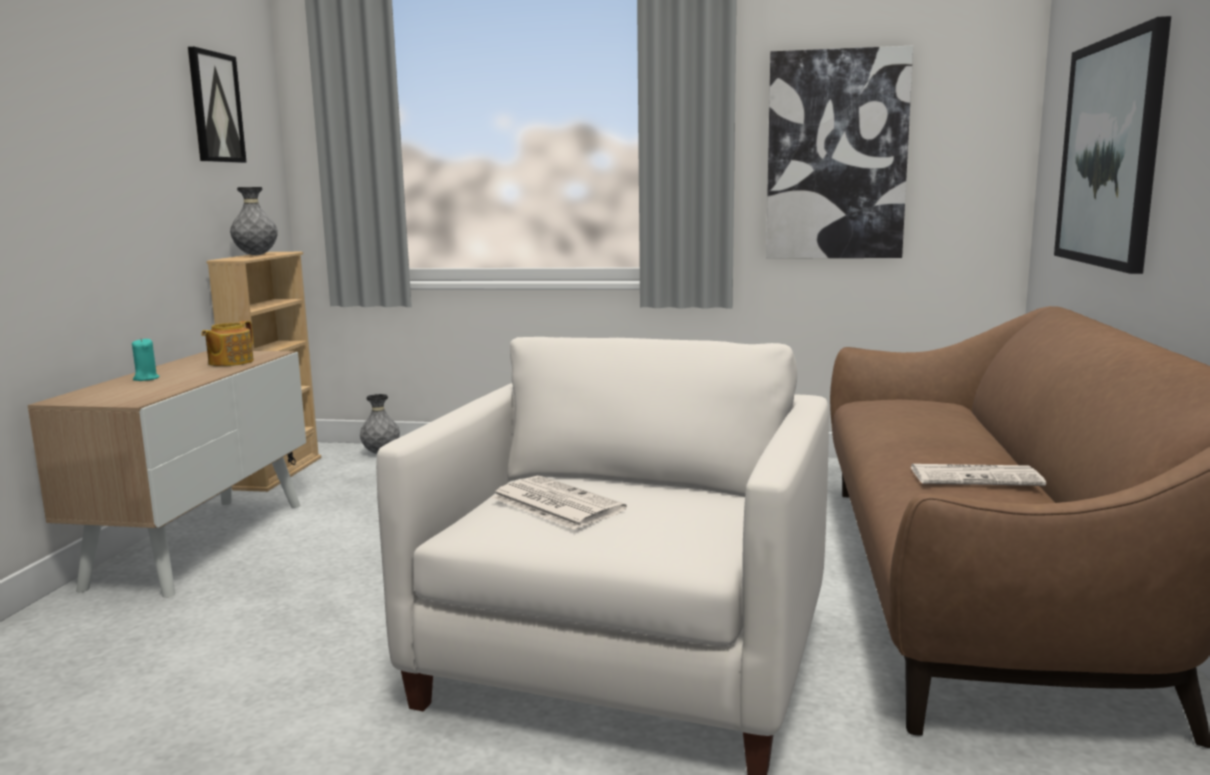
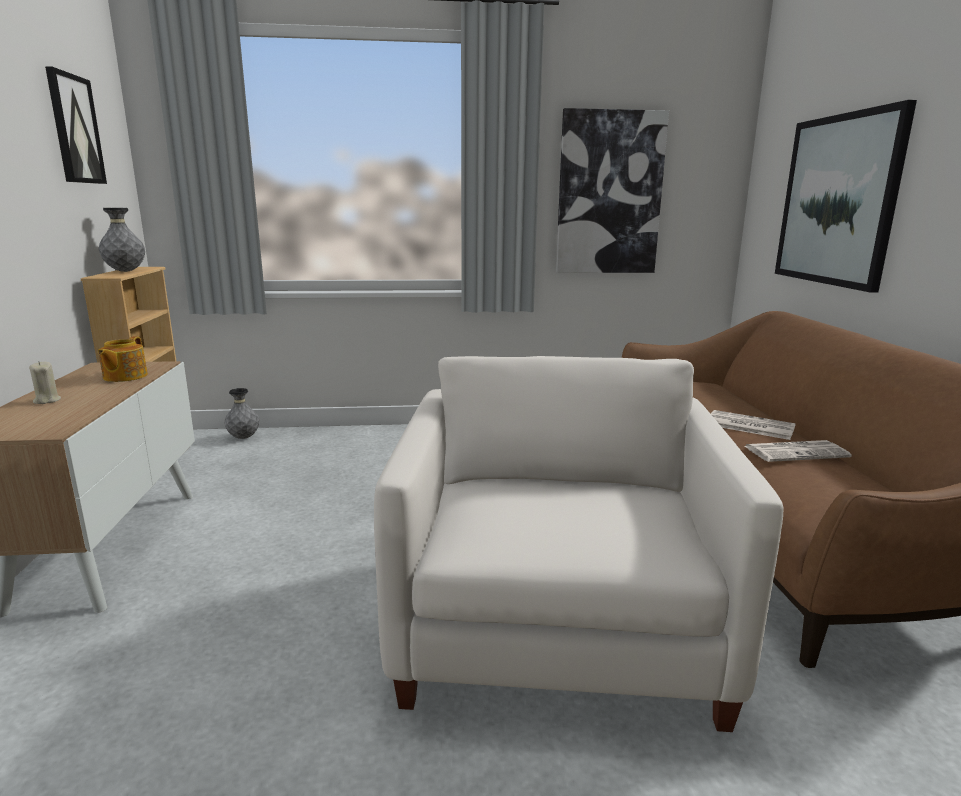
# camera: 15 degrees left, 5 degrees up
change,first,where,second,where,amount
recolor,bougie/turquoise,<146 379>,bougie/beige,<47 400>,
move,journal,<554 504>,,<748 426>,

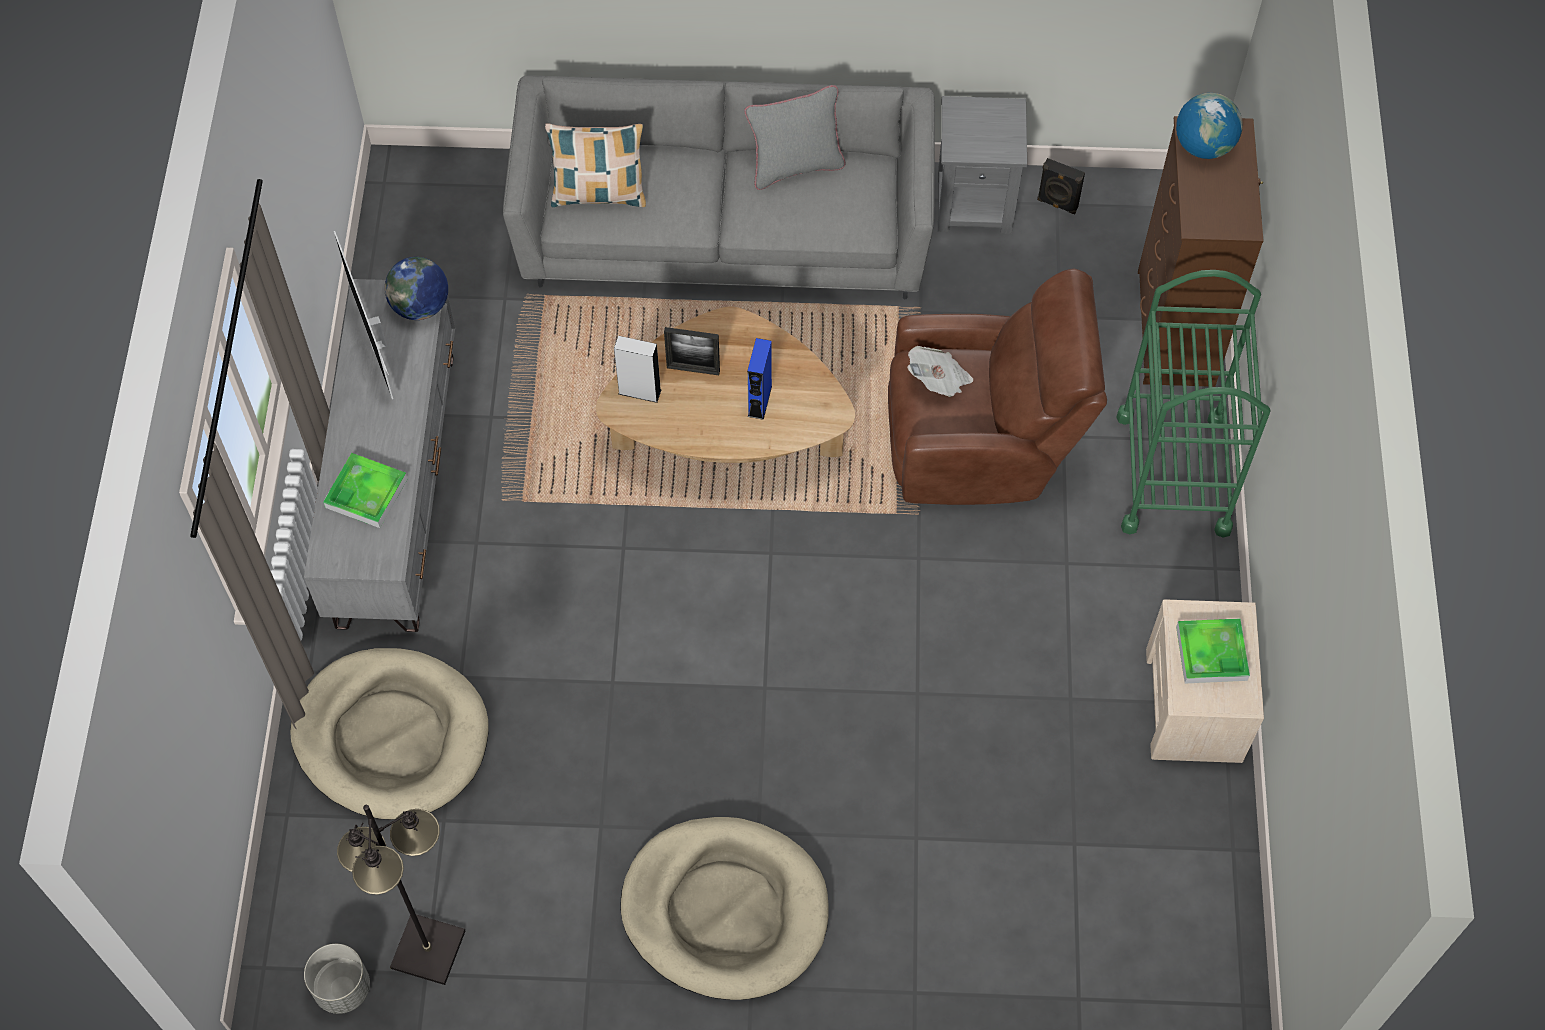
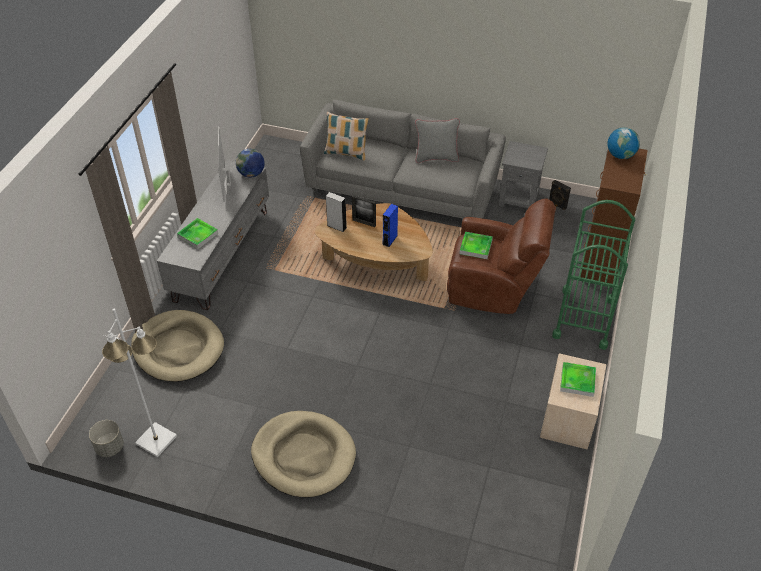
# camera: 15 degrees right, 15 degrees down
change,first,where,second,where,amount
recolor,lampadaire/noir,<427 950>,lampadaire/blanc,<155 440>,
replace,journal,<939 381>,plateau,<476 247>,

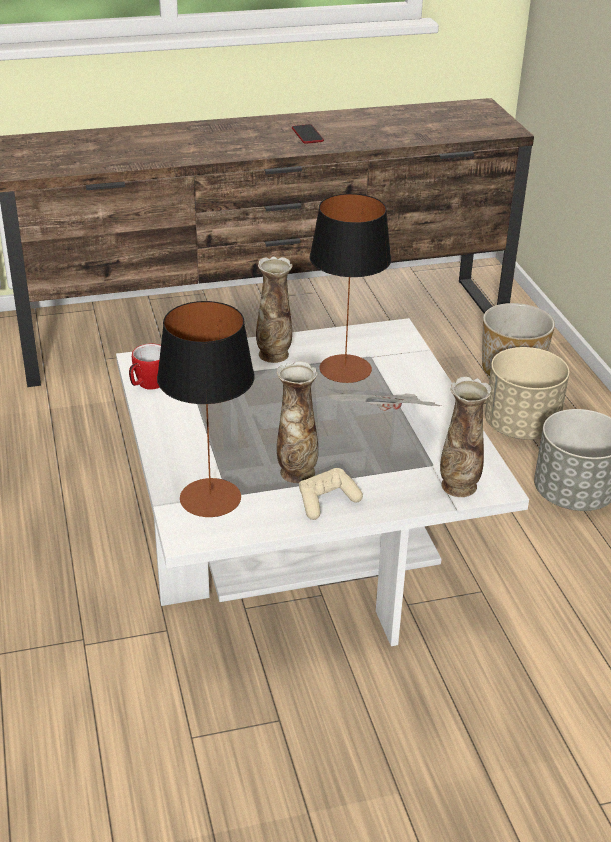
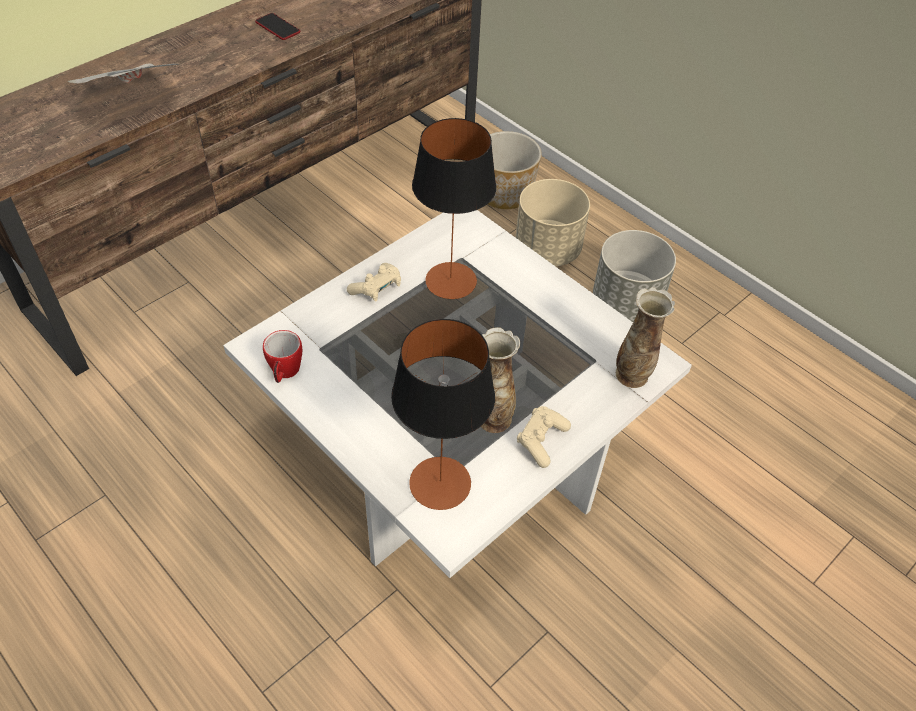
# camera: 30 degrees left, 15 degrees up
change,first,where,second,where,amount
replace,vase,<274 355>,manette/beige,<377 289>,
move,journal,<384 425>,,<133 97>,

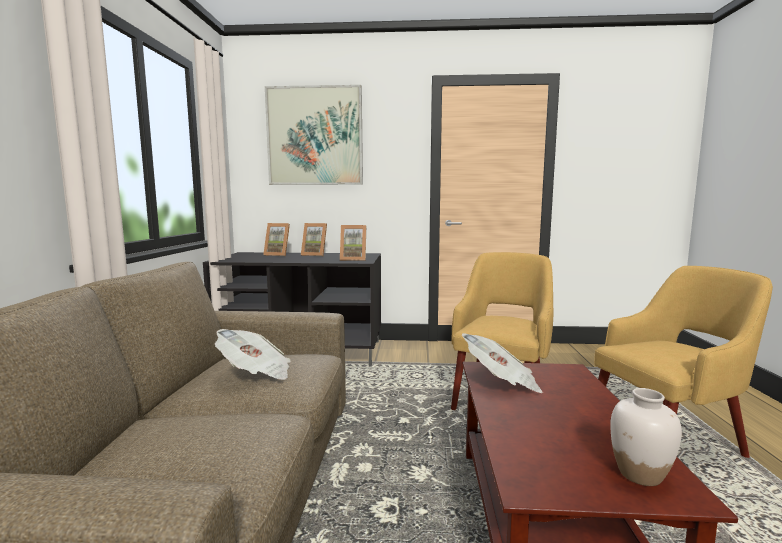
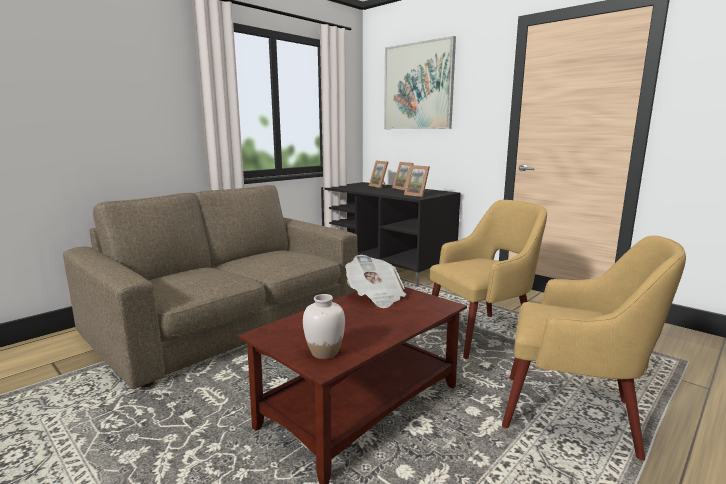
# camera: 40 degrees right, 5 degrees up
change,first,where,second,where,amount
delete,journal,<256 372>,,,

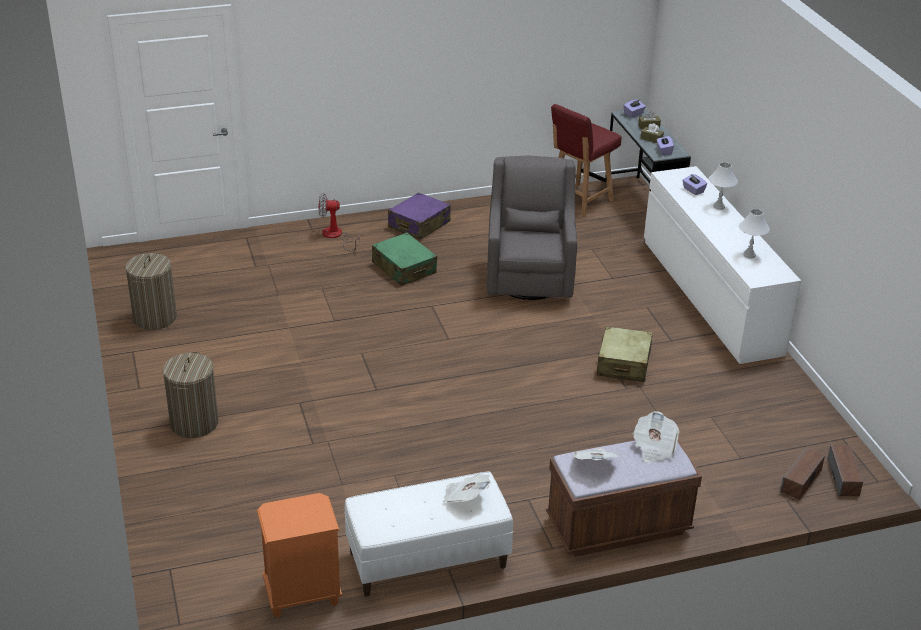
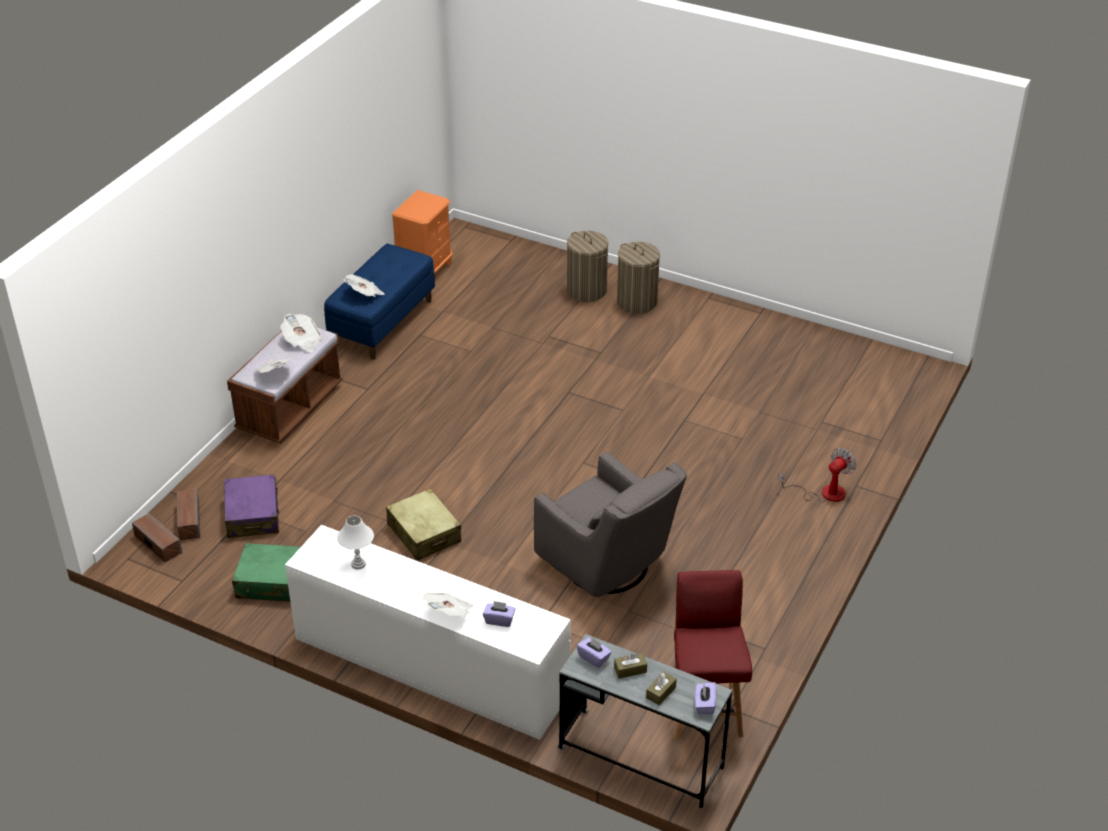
# camera: 135 degrees right, 5 degrees up
change,first,where,second,where,amount
move,panier à linge,<155 317>,,<587 290>,
recolor,banc/blanc,<427 560>,banc/bleu,<382 322>,
move,valise/vert,<404 268>,,<273 582>,
move,valise/violet,<419 225>,,<253 515>,
replace,lampe de table/blanc,<719 206>,journal,<449 613>,

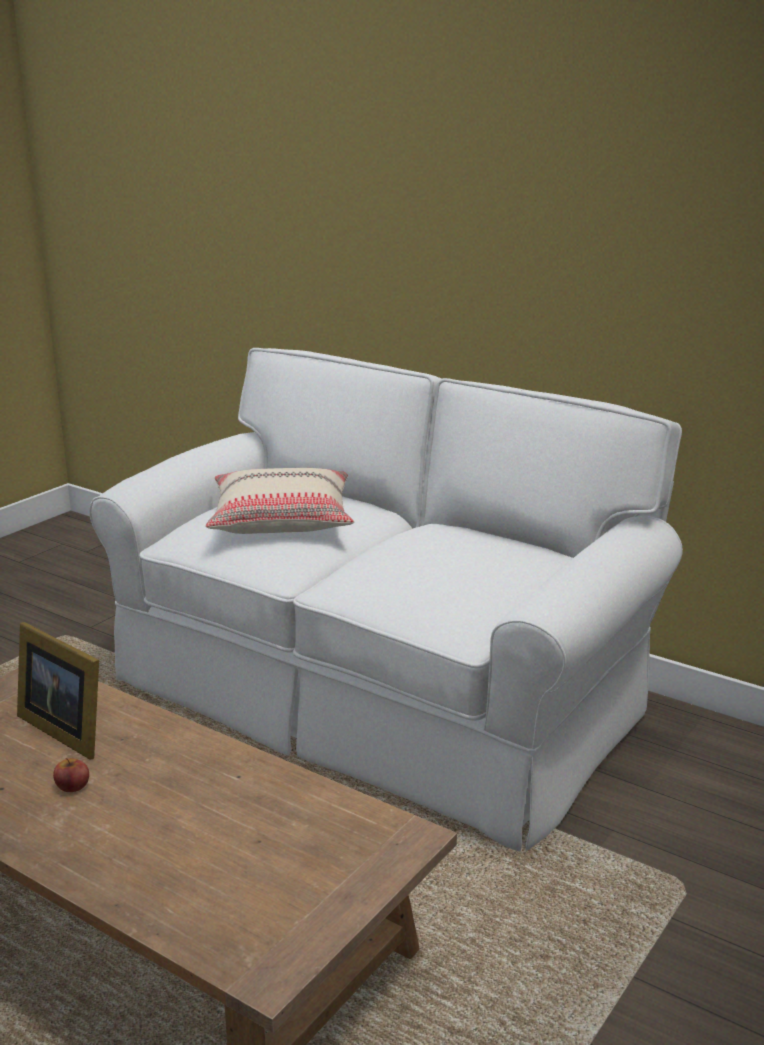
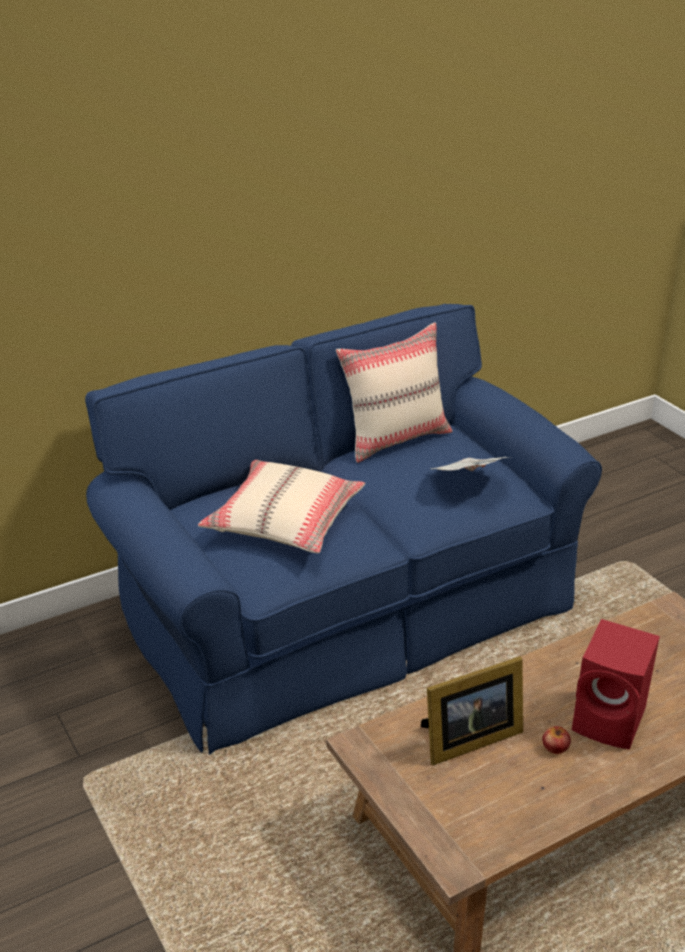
# camera: 65 degrees left, 10 degrees up
change,first,where,second,where,amount
recolor,canapé/blanc,<382 692>,canapé/bleu,<342 607>,
insert,,,coussin/beige,<395 439>,
insert,,,journal,<468 482>,
insert,,,enceinte/rouge,<611 721>,

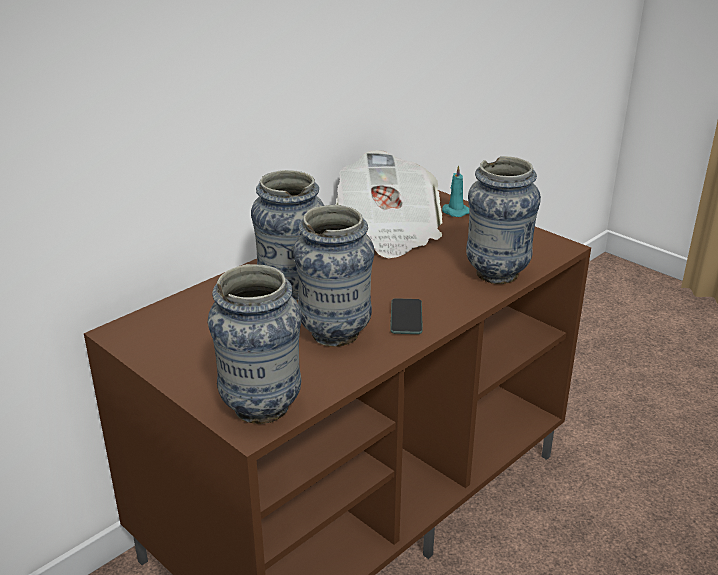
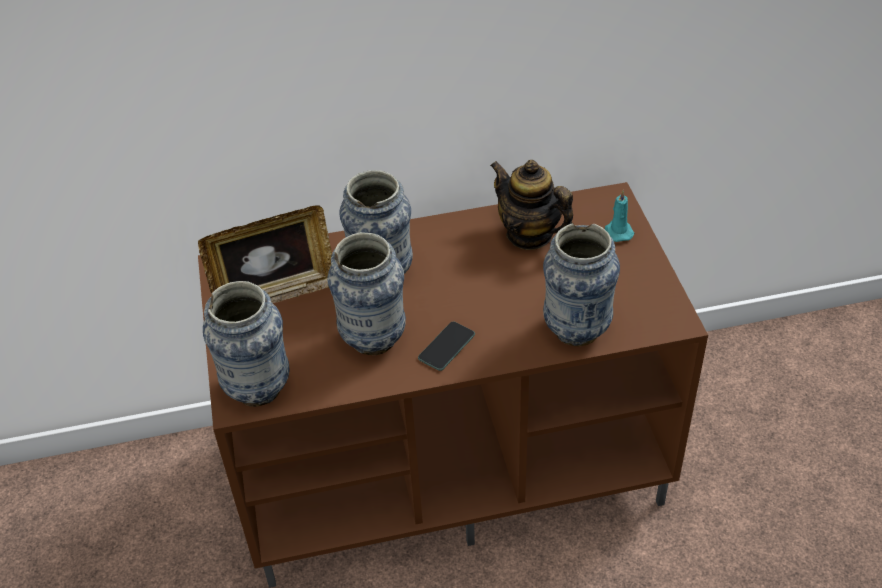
# camera: 35 degrees right, 15 degrees up
change,first,where,second,where,amount
replace,journal,<389 231>,théière,<529 234>,
insert,,,cadre photo,<276 294>,

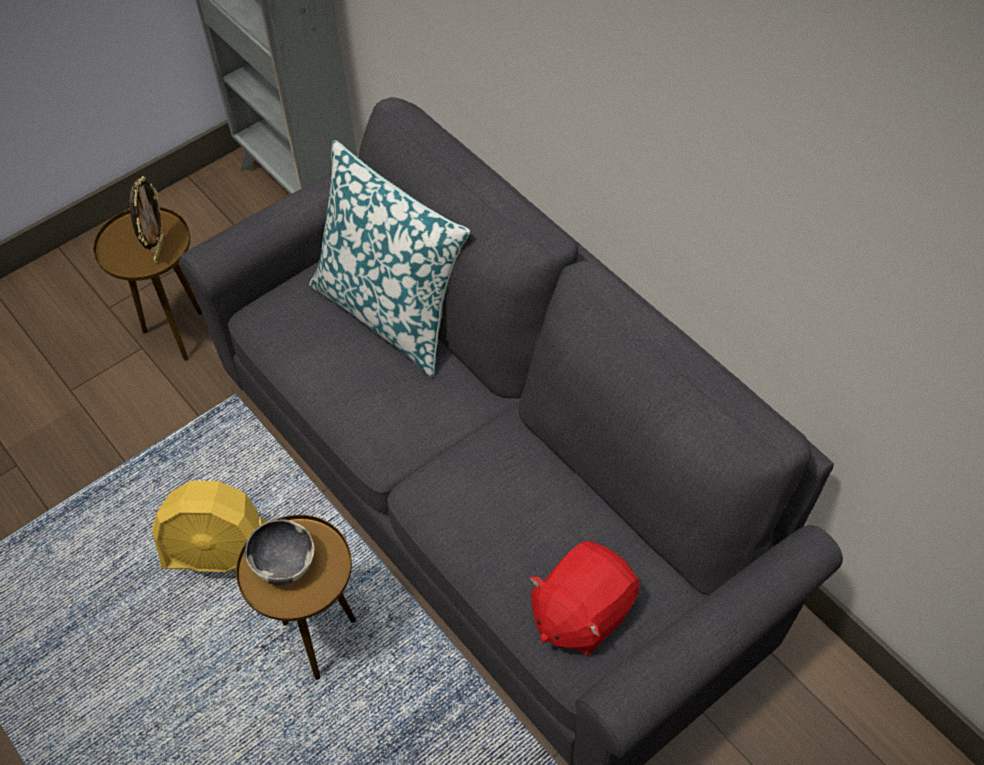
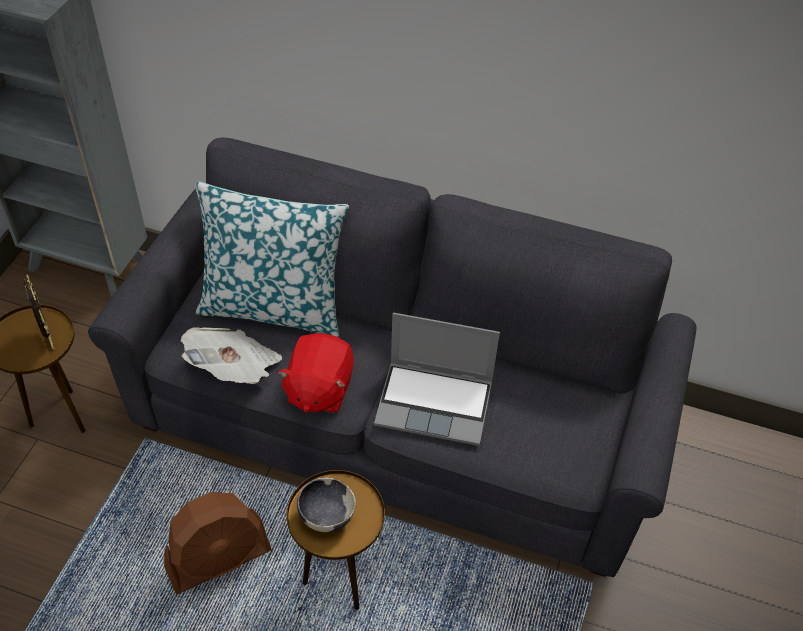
# camera: 35 degrees left, 5 degrees down
change,first,where,second,where,amount
recolor,ventilateur/jaune,<223 554>,ventilateur/marron,<219 559>,
move,peluche/rouge,<581 612>,,<318 389>,
insert,,,journal,<235 369>,
insert,,,ordinateur portable,<436 403>,

